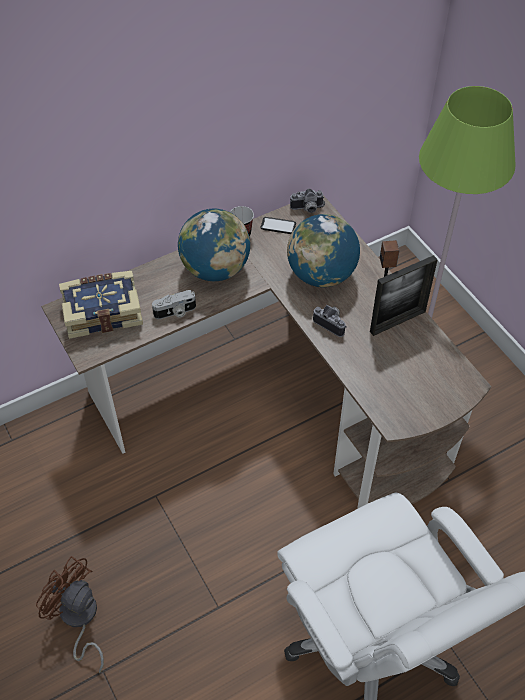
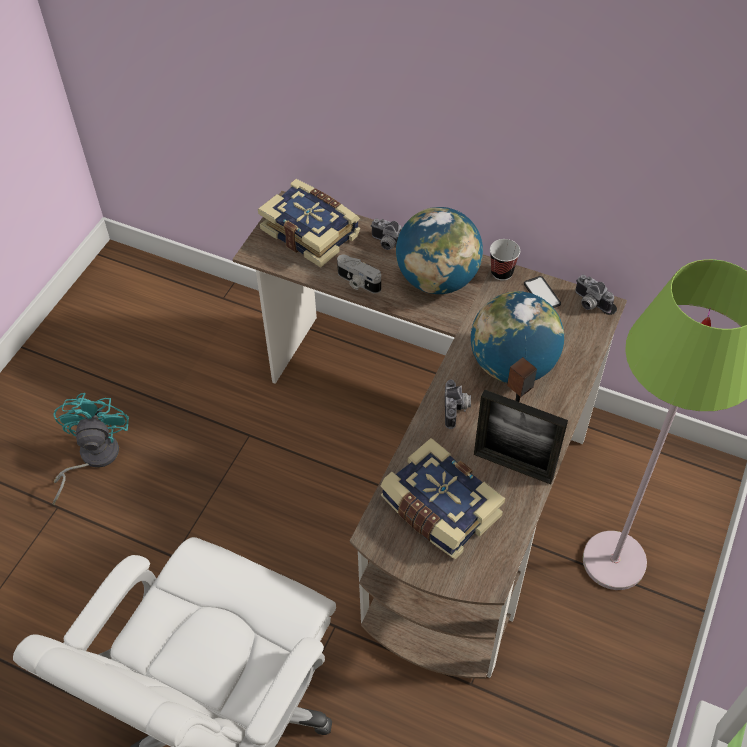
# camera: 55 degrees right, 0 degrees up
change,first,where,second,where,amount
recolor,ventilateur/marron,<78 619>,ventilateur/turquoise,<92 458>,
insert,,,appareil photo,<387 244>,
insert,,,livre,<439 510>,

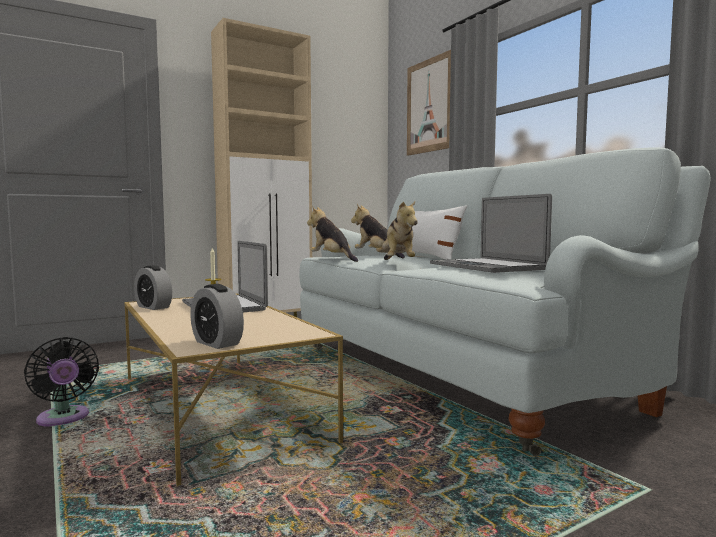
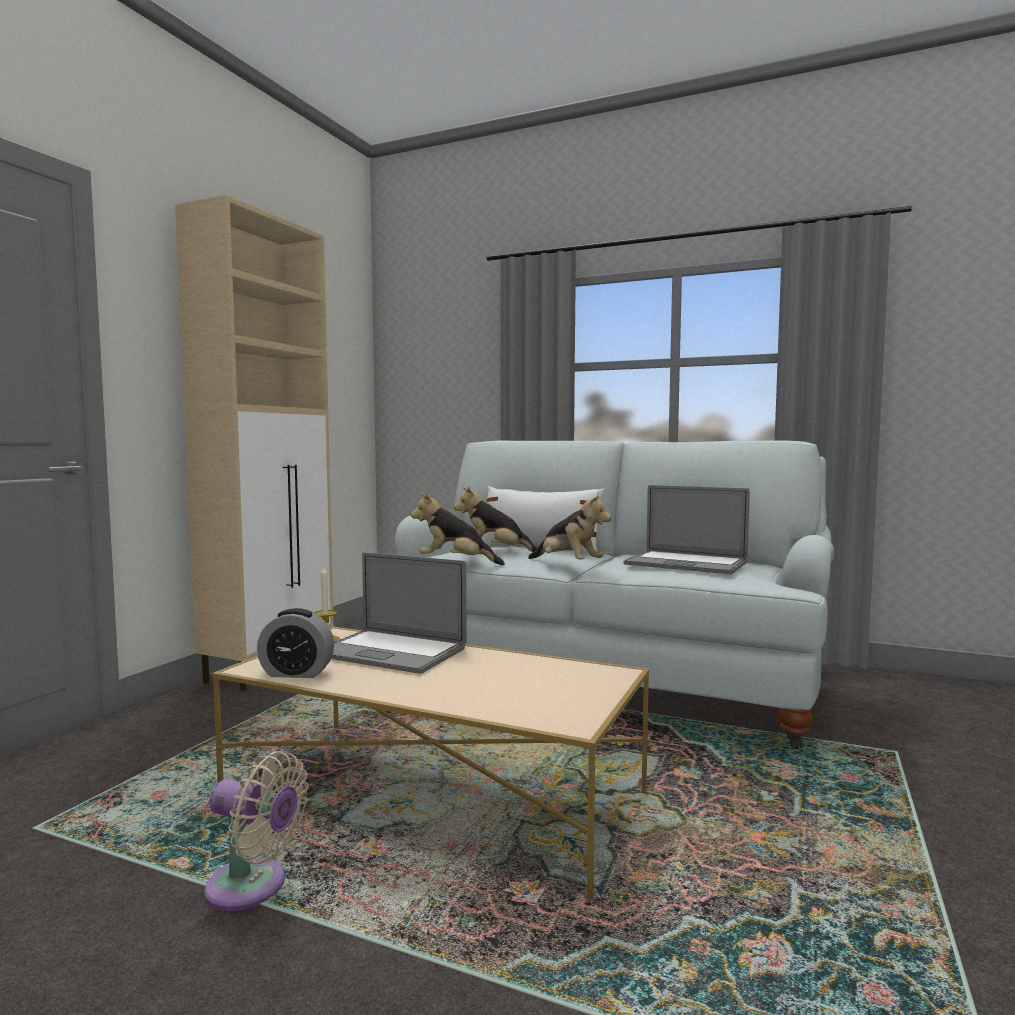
# camera: 35 degrees left, 0 degrees up
change,first,where,second,where,amount
recolor,ventilateur/noir,<63 419>,ventilateur/beige,<253 887>,
delete,réveil,<217 343>,,,
delete,tableau,<429 106>,,,

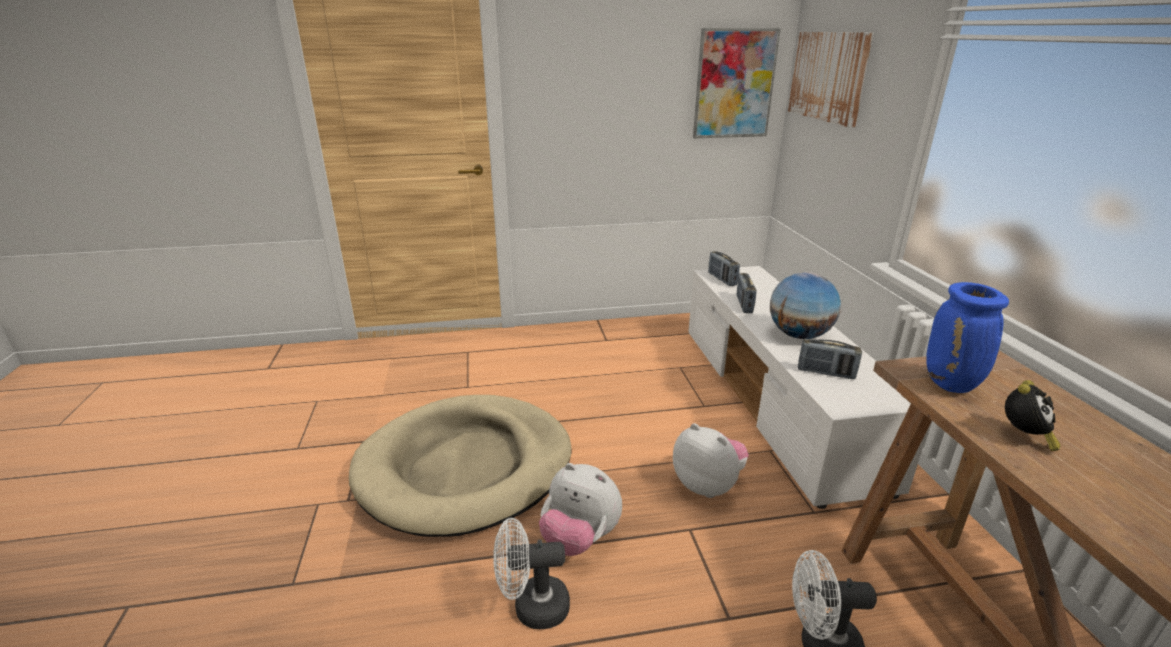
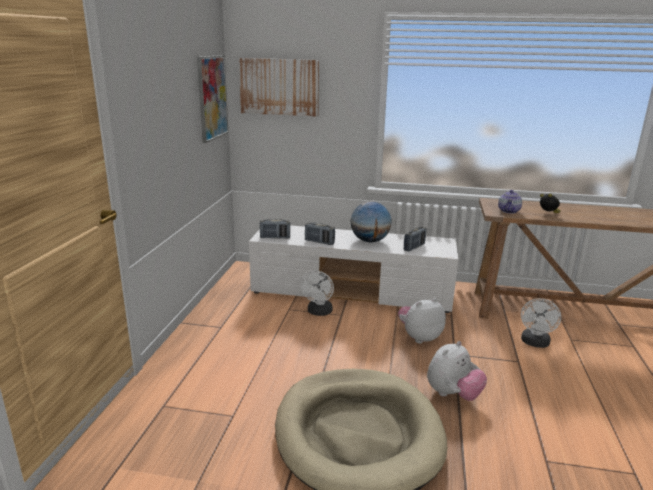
# camera: 70 degrees left, 5 degrees down
change,first,where,second,where,amount
move,ventilateur/blanc,<532 607>,,<319 312>,
replace,vase/bleu,<951 385>,théière,<509 211>,

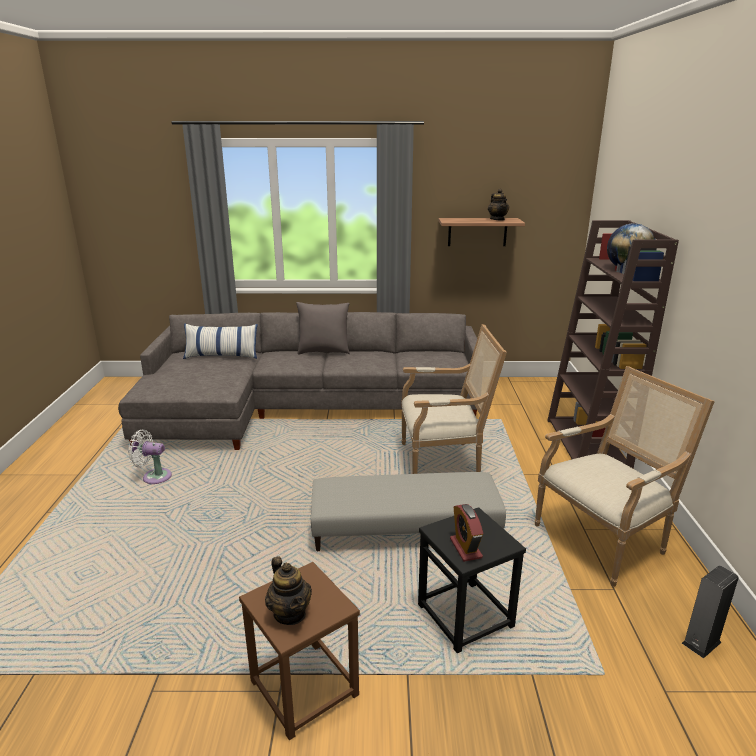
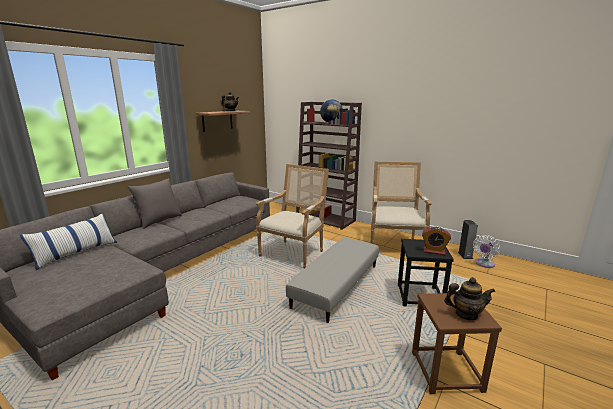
# camera: 55 degrees left, 5 degrees down
change,first,where,second,where,amount
move,ventilateur/blanc,<154 476>,,<484 264>,

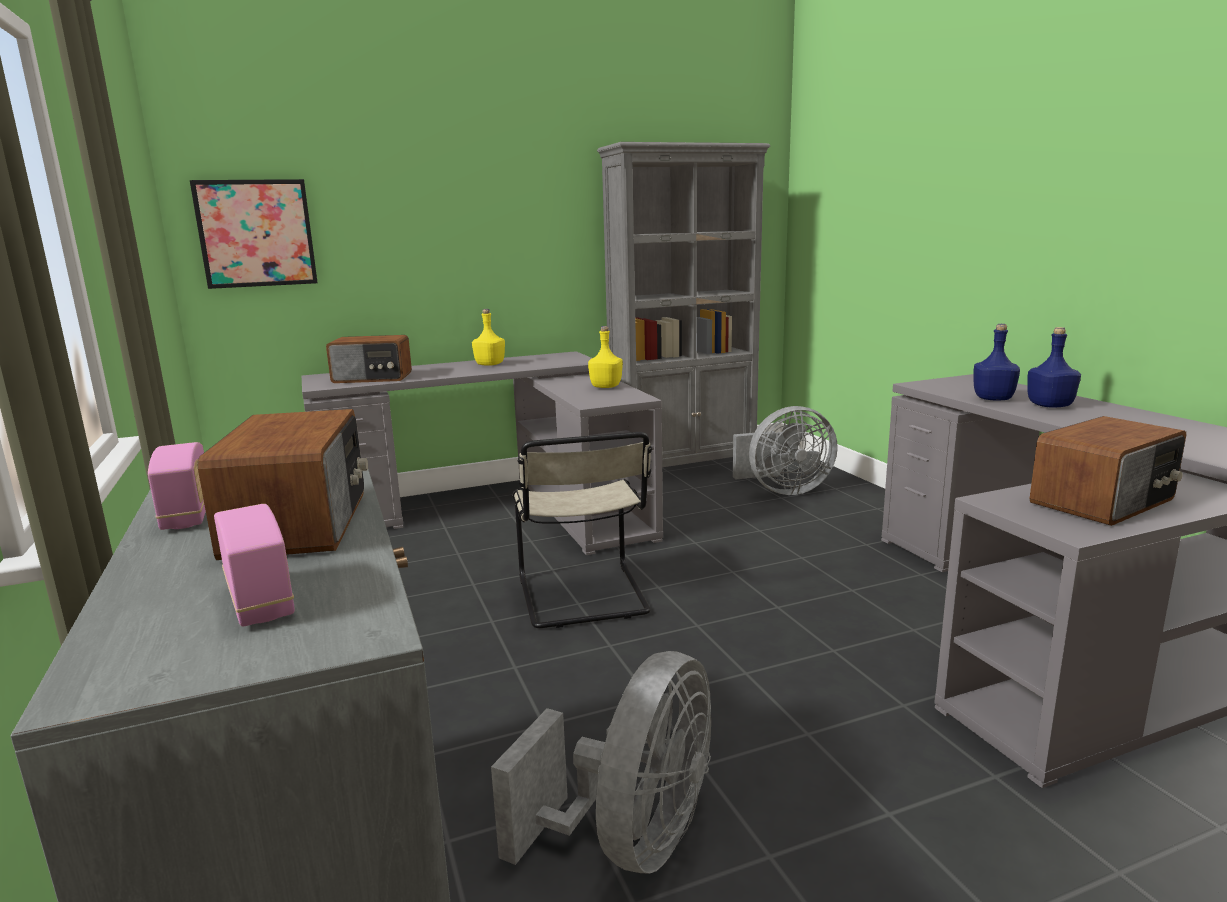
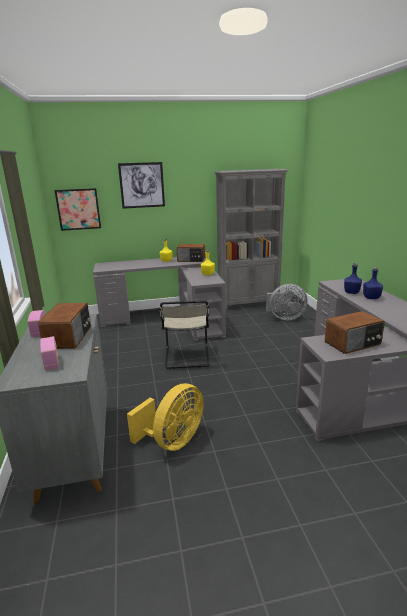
# camera: 10 degrees right, 5 degrees up
change,first,where,second,where,amount
move,radio,<372 378>,,<191 260>,
recolor,ventilateur/gris,<632 840>,ventilateur/jaune,<173 441>,
insert,,,tableau,<142 185>,

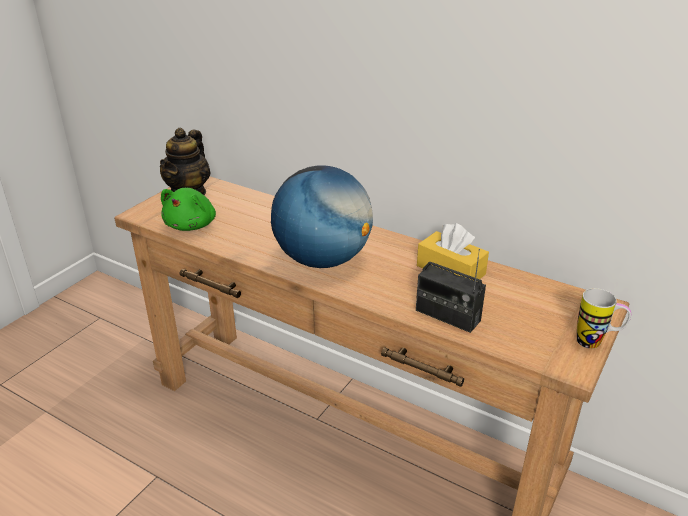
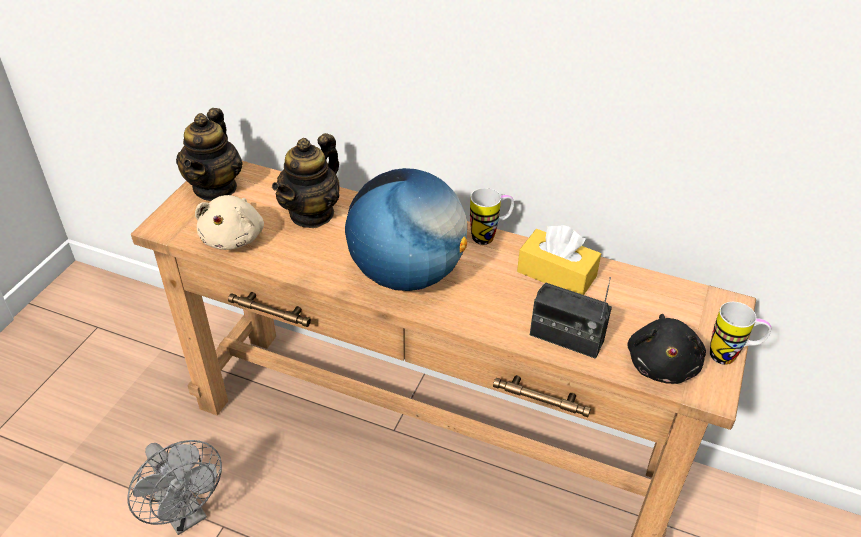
# camera: 10 degrees left, 10 degrees up
change,first,where,second,where,amount
recolor,peluche/vert,<192 225>,peluche/beige,<234 237>,
insert,,,ventilateur/gris,<186 514>,
insert,,,théière,<312 213>,
insert,,,mug,<489 236>,
insert,,,peluche/noir,<662 364>,

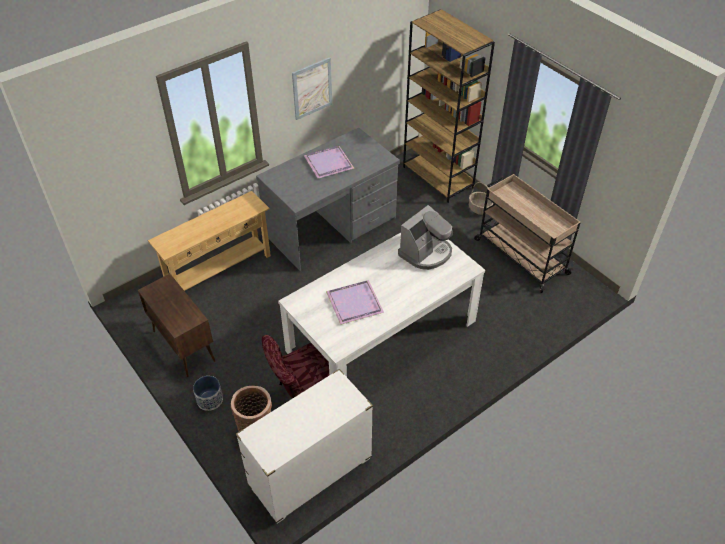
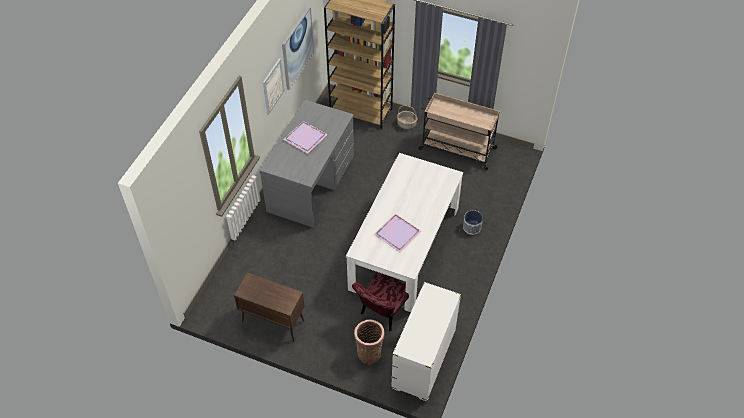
# camera: 30 degrees left, 5 degrees up
change,first,where,second,where,amount
delete,table console/beige,<219 271>,,,
move,cache-pot,<209 400>,,<472 227>,
delete,machine à café,<426 253>,,,
insert,,,tableau,<297 48>,

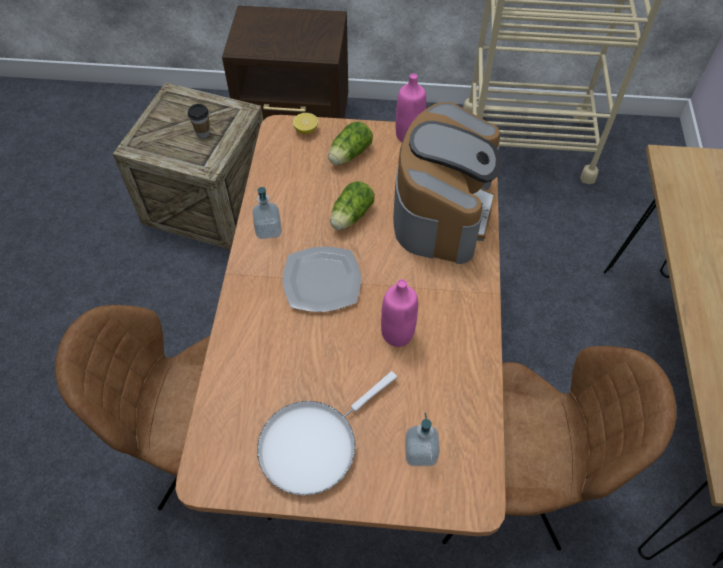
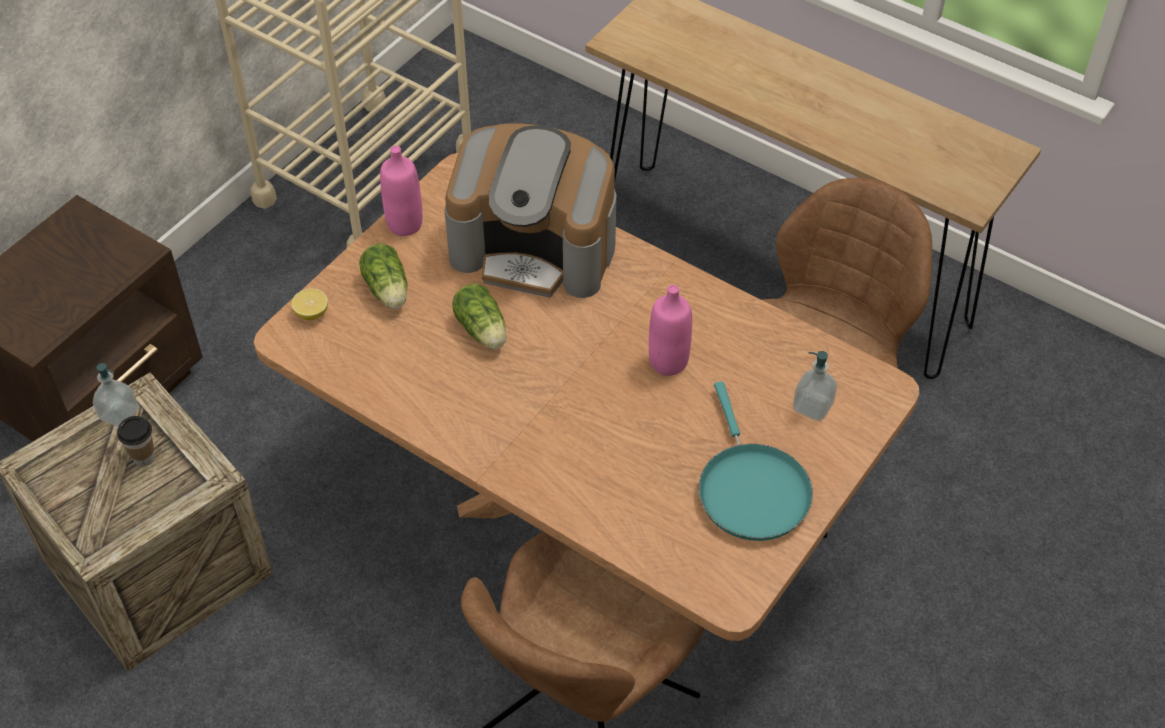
# camera: 60 degrees left, 5 degrees down
change,first,where,second,where,amount
move,distributeur de savon,<268 230>,,<119 414>,
recolor,poêle/blanc,<313 444>,poêle/turquoise,<751 489>,
delete,assiette,<322 280>,,,
rotate,machine à café,<442 209>,,<535 248>,150 degrees clockwise

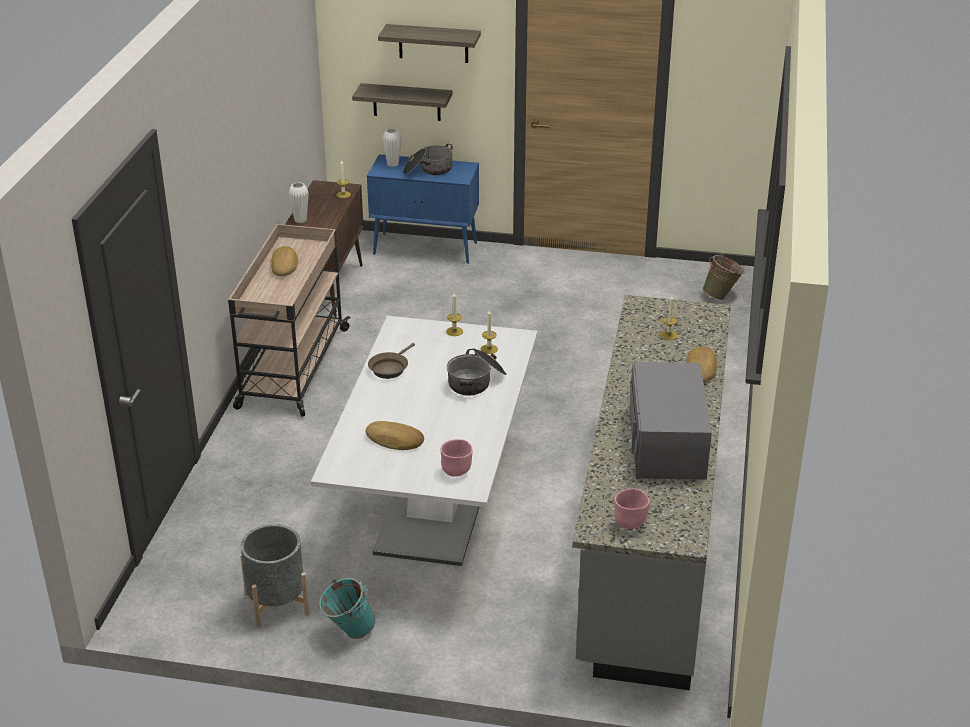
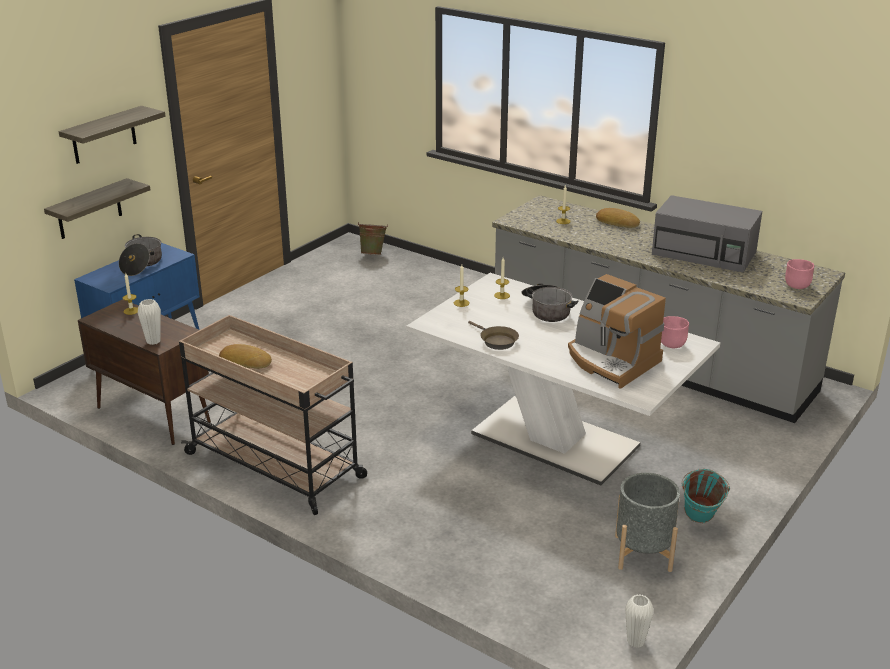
# camera: 65 degrees left, 5 degrees down
change,first,where,second,where,amount
replace,pain,<394 440>,machine à café,<611 361>,
move,vase/blanc,<392 164>,,<635 641>,

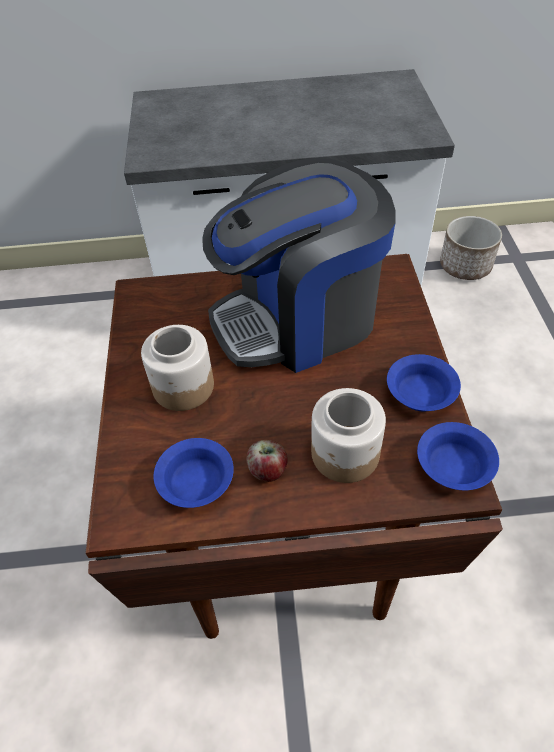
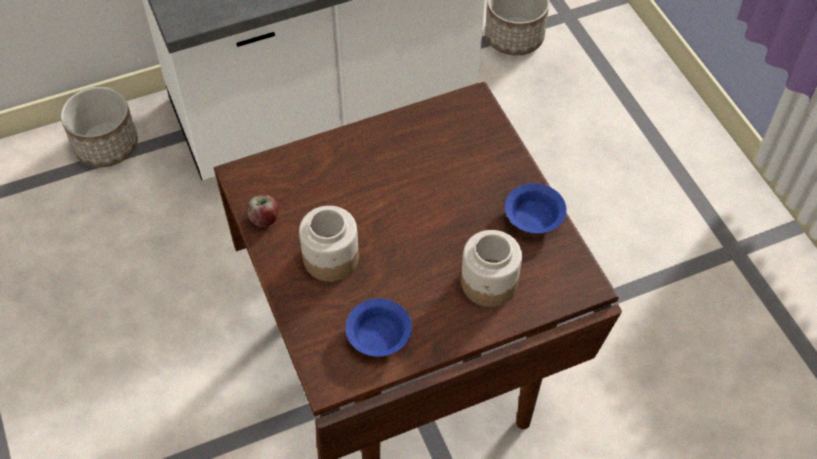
# camera: 20 degrees left, 5 degrees up
change,first,where,second,where,amount
delete,machine à café,<299 319>,,,
move,pomme,<268 470>,,<264 219>,
delete,bol/bleu,<452 465>,,,
insert,,,cache-pot,<107 145>,

